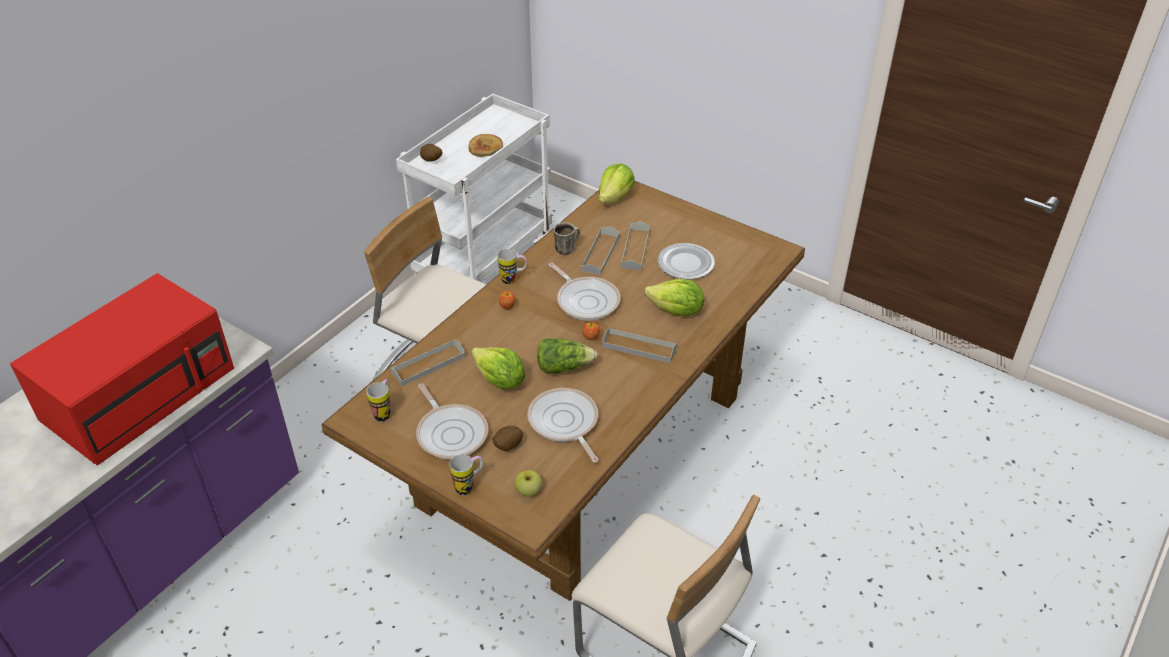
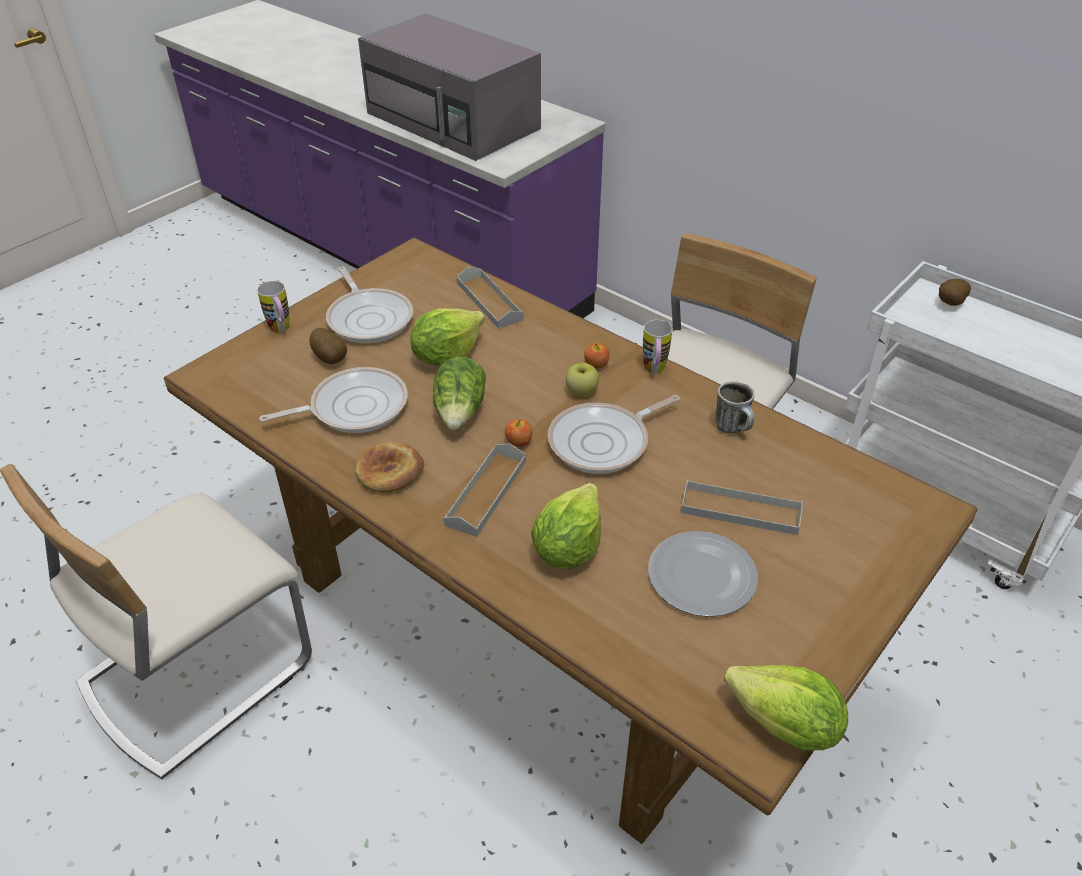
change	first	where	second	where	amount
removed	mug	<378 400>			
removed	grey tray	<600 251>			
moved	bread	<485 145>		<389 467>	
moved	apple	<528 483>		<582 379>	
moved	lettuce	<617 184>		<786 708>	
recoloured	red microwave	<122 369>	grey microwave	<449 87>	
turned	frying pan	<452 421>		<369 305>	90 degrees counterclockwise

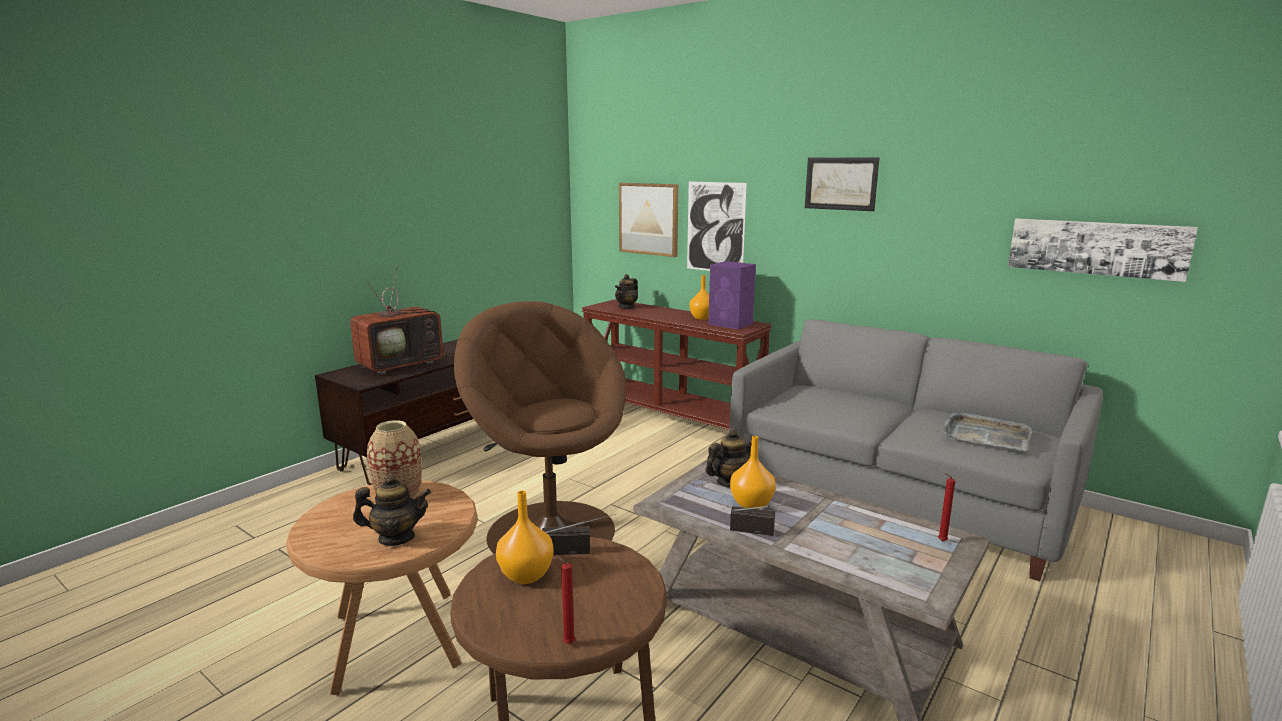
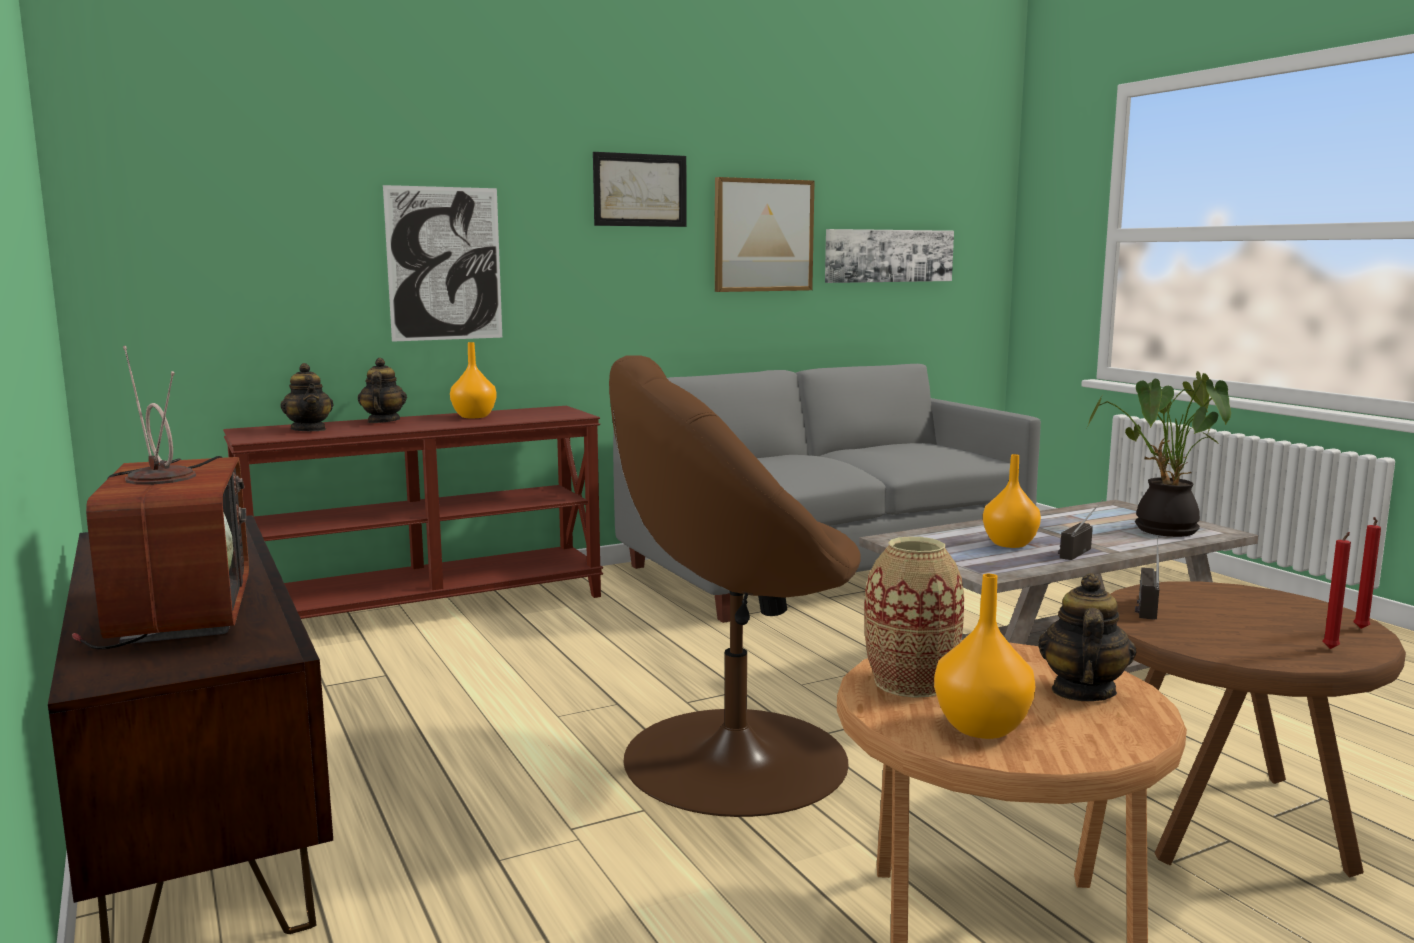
change	first	where	second	where	amount
removed	purple speaker	<732 295>			
removed	grey tray	<987 430>			
added			potted plant	<1159 454>	
moved	orange vase	<524 537>		<984 656>	
moved	picture	<648 220>		<765 234>	
moved	teapot	<729 458>		<382 390>	
moved	red candle	<946 507>		<1336 590>	

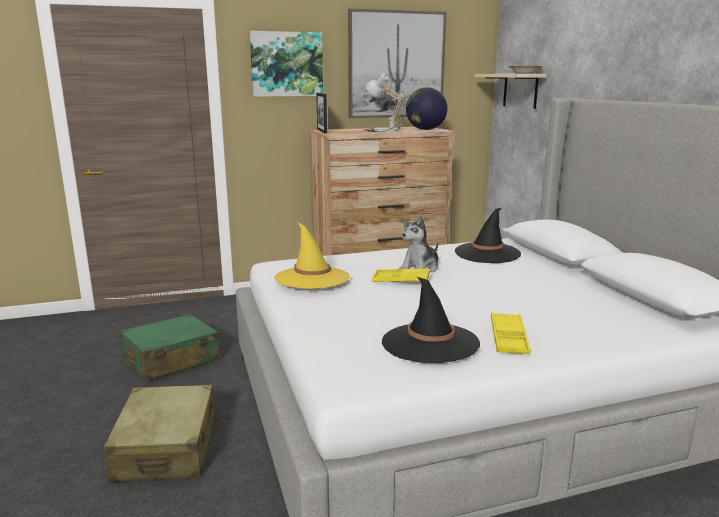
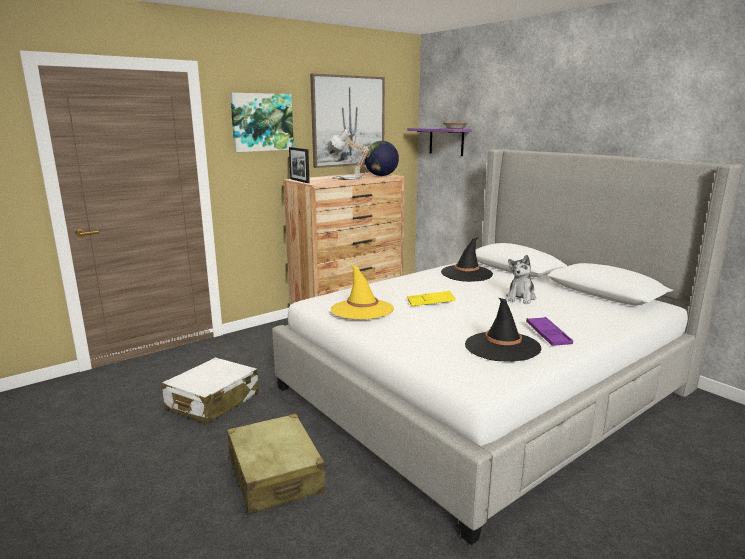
change	first	where	second	where	amount
moved	plush toy	<419 244>		<521 279>	
recoloured	green suitcase	<169 347>	white suitcase	<210 390>	
recoloured	beige shelf	<510 91>	purple shelf	<439 142>	
recoloured	yellow tray	<510 333>	purple tray	<549 331>	

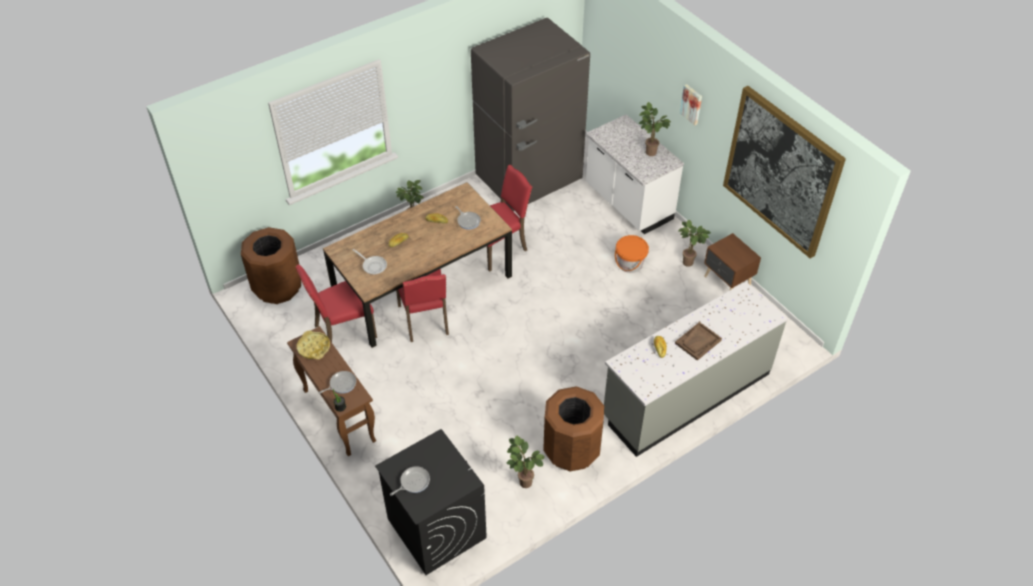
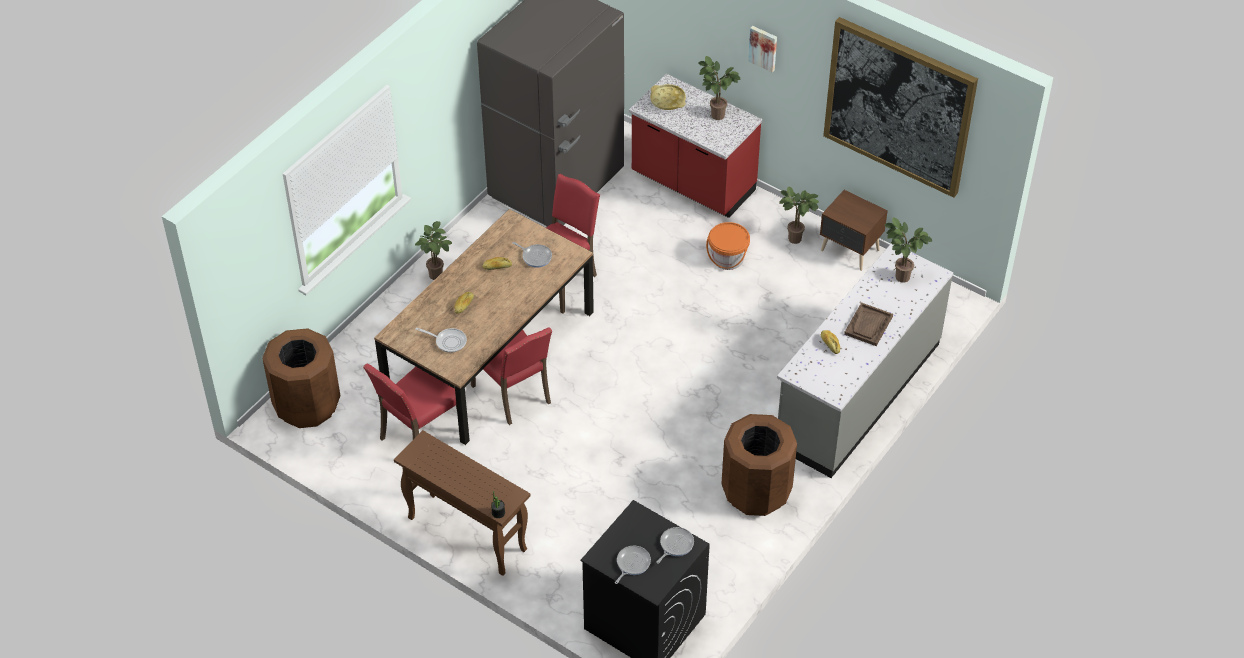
change	first	where	second	where	amount
moved	yellow tray	<313 345>		<668 97>	
moved	frying pan	<337 382>		<675 545>	
moved	potted plant	<525 462>		<908 250>	
recoloured	white counter	<635 174>	red counter	<695 146>	

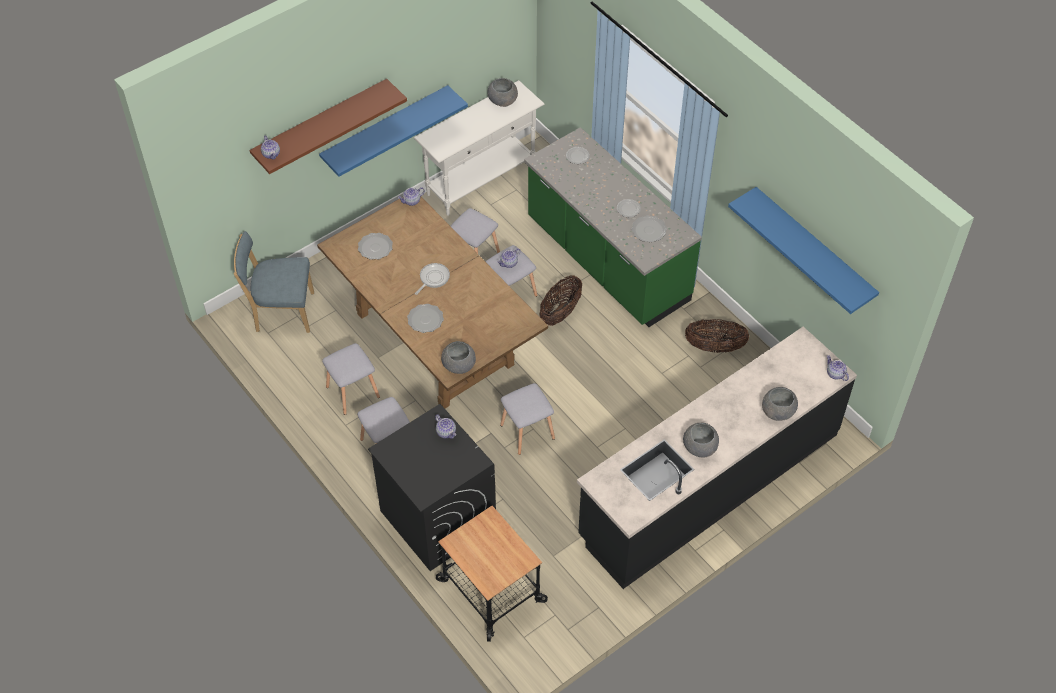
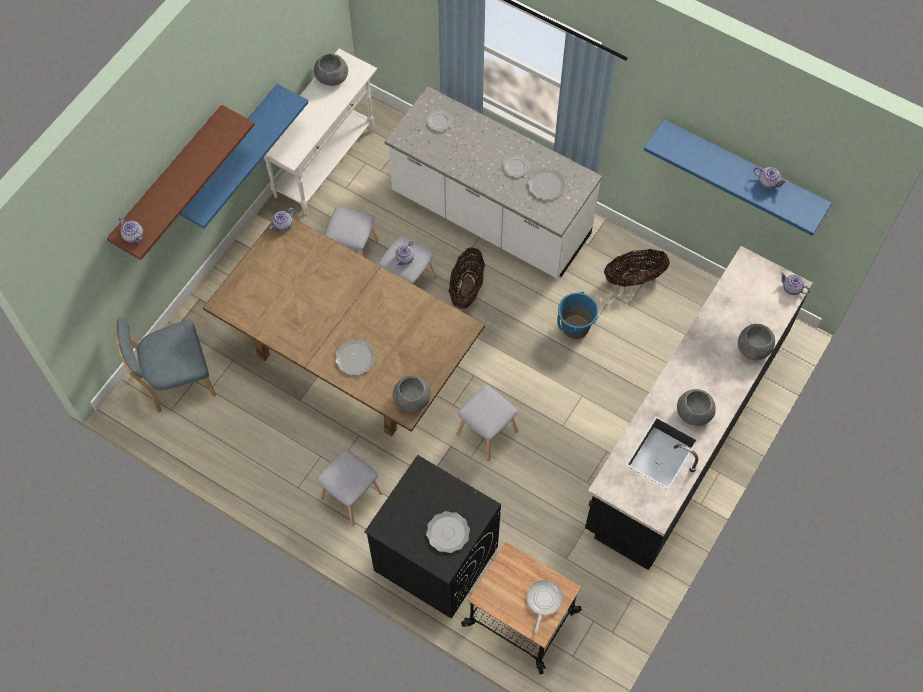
change	first	where	second	where	amount
removed	grey stool	<351 379>			
added			blue bucket	<577 315>	
moved	plate	<375 246>		<448 532>	
moved	frying pan	<432 279>		<545 606>	
moved	teapot	<445 426>		<771 178>	
recoloured	green counter	<613 227>	white counter	<493 182>	

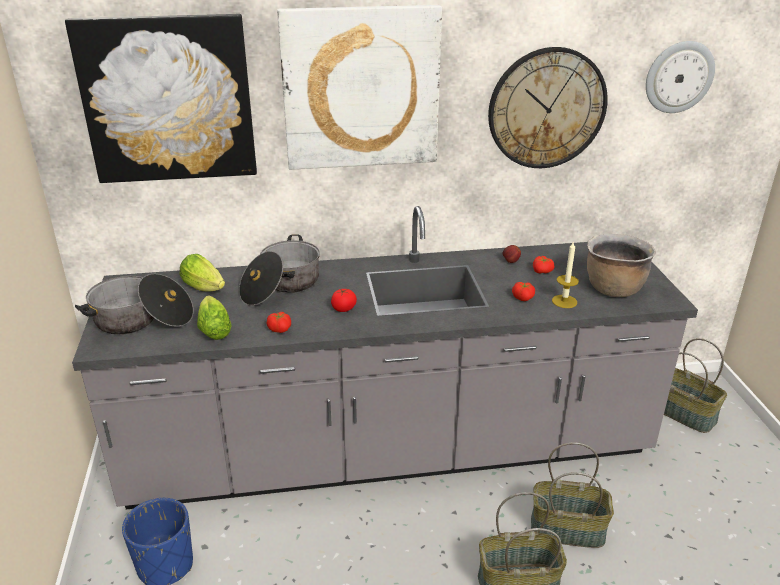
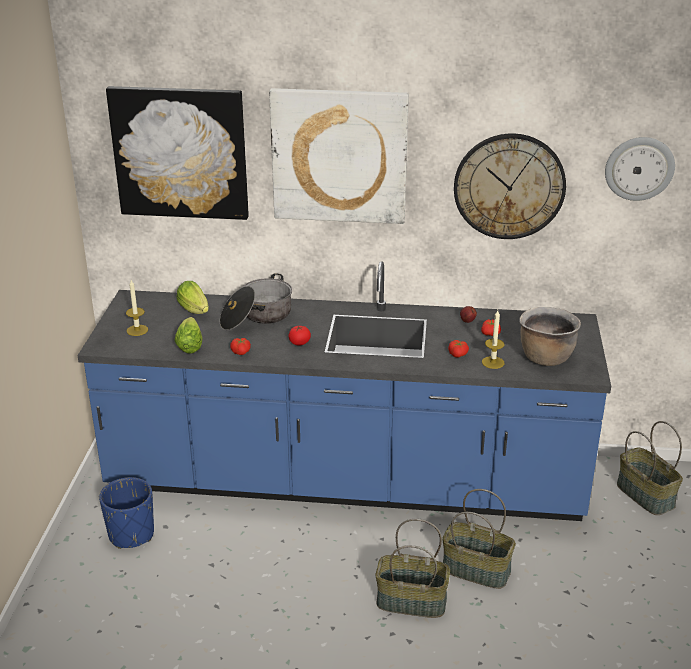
change	first	where	second	where	amount
replaced	cooking pot	<134 304>	candle	<137 308>	
recoloured	grey counter	<385 357>	blue counter	<344 391>	

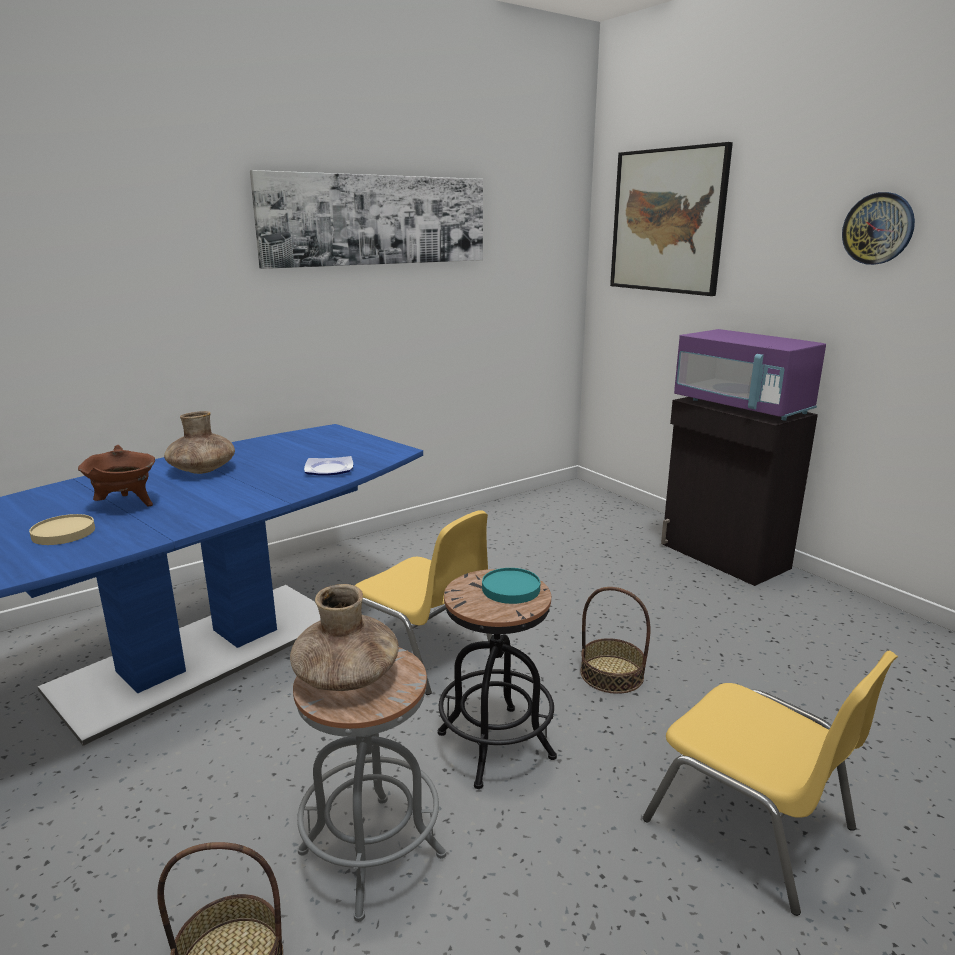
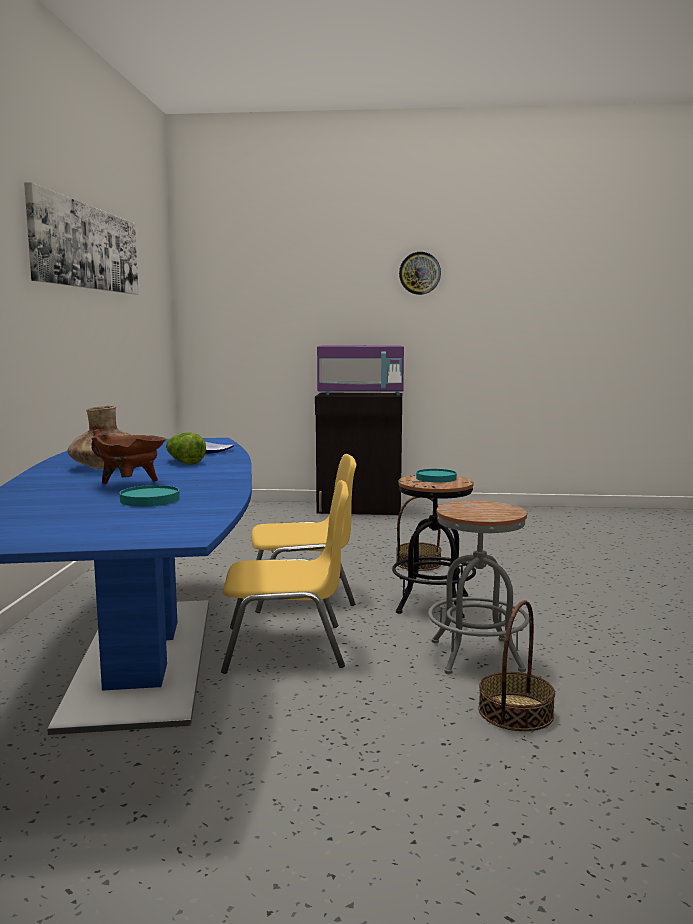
change	first	where	second	where	amount
removed	brown vase	<344 637>			
removed	picture	<671 219>			
added			lettuce	<186 448>	
moved	yellow chair	<770 783>		<285 577>	
recoloured	beige plate	<62 529>	turquoise plate	<150 495>	

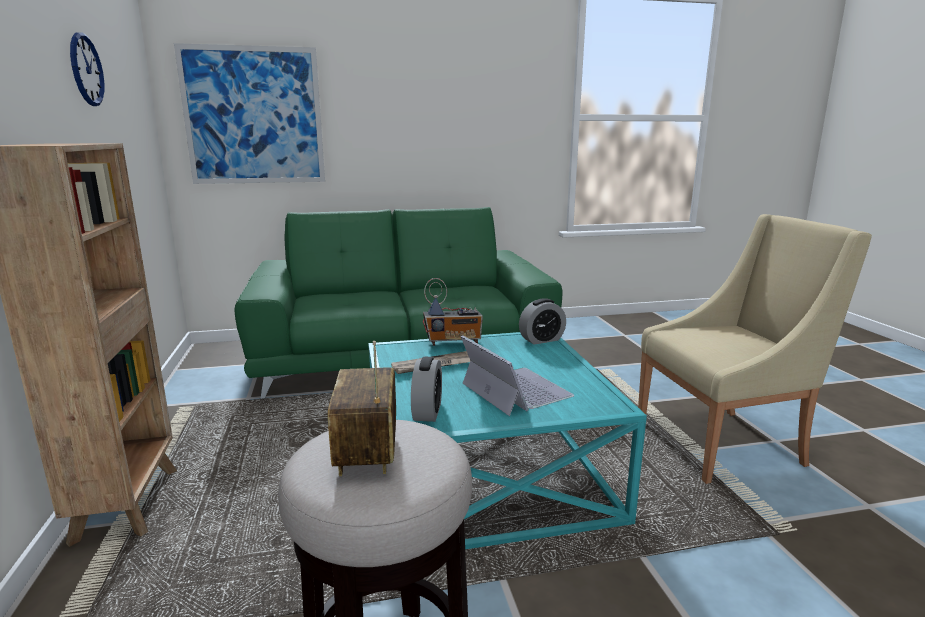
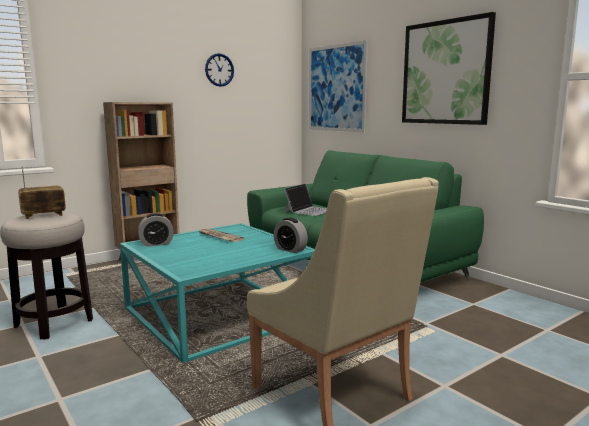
change	first	where	second	where	amount
removed	radio	<453 312>			
added			picture	<449 68>	
moved	laptop	<517 375>		<305 199>	

